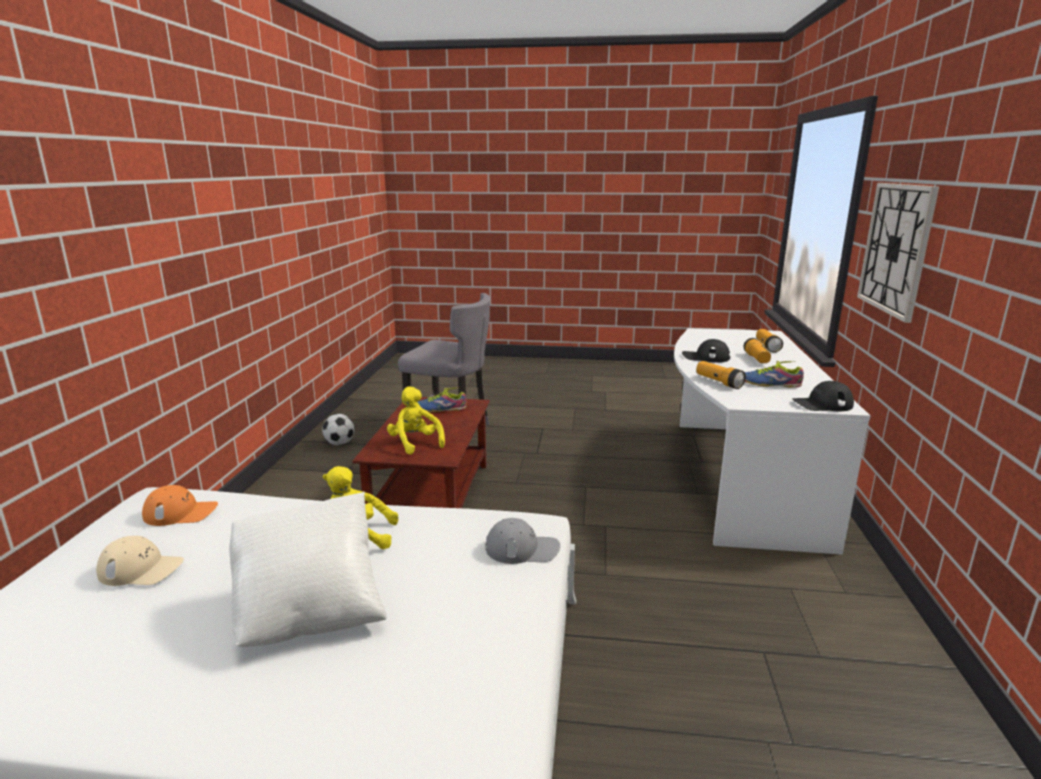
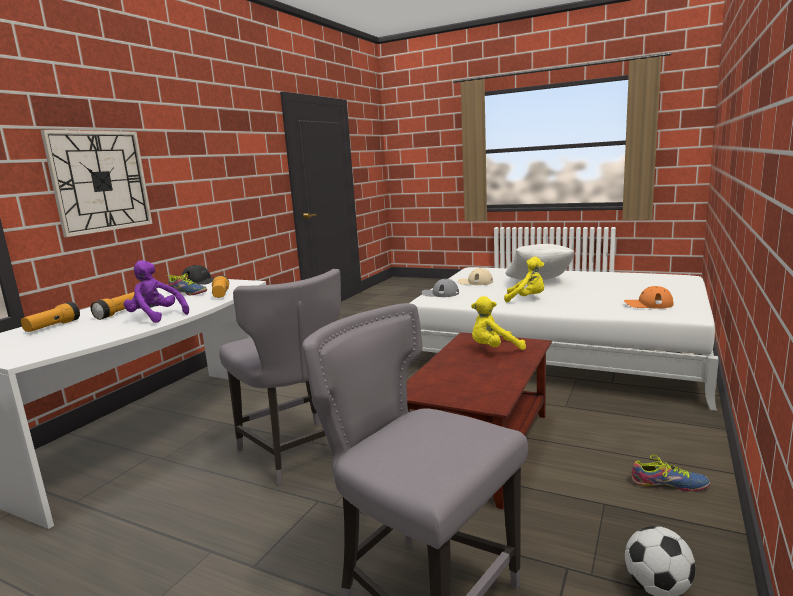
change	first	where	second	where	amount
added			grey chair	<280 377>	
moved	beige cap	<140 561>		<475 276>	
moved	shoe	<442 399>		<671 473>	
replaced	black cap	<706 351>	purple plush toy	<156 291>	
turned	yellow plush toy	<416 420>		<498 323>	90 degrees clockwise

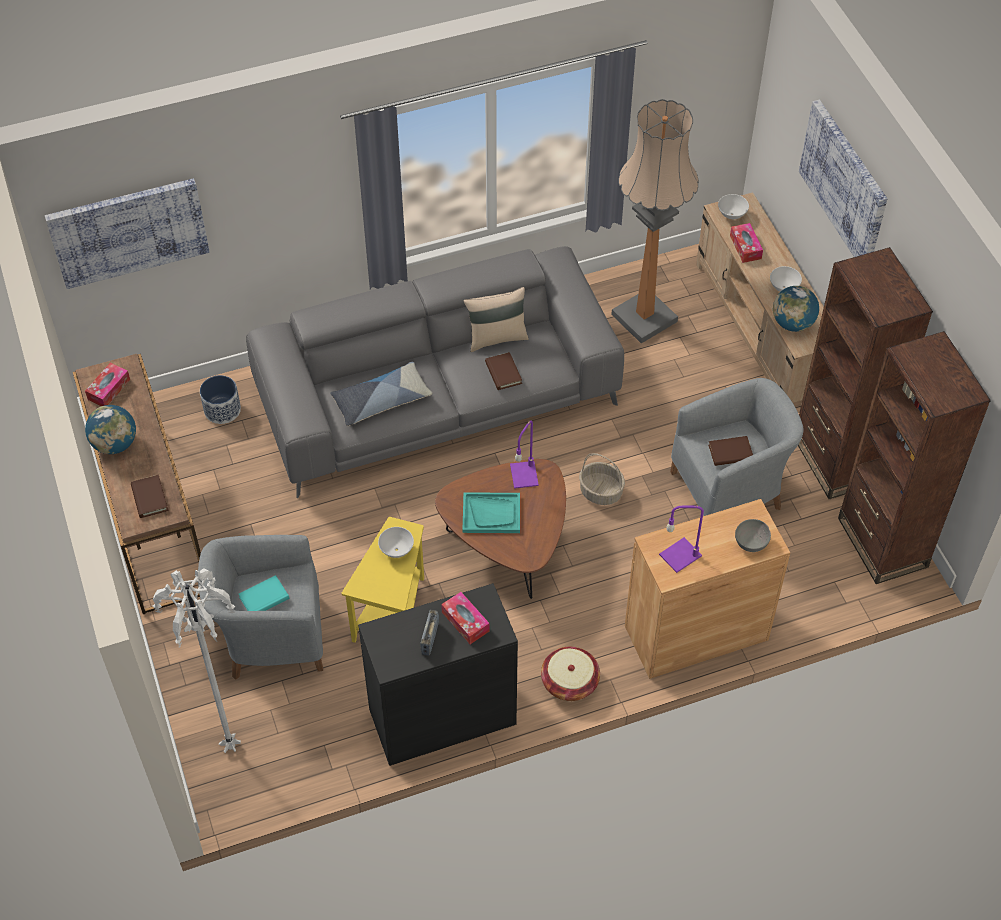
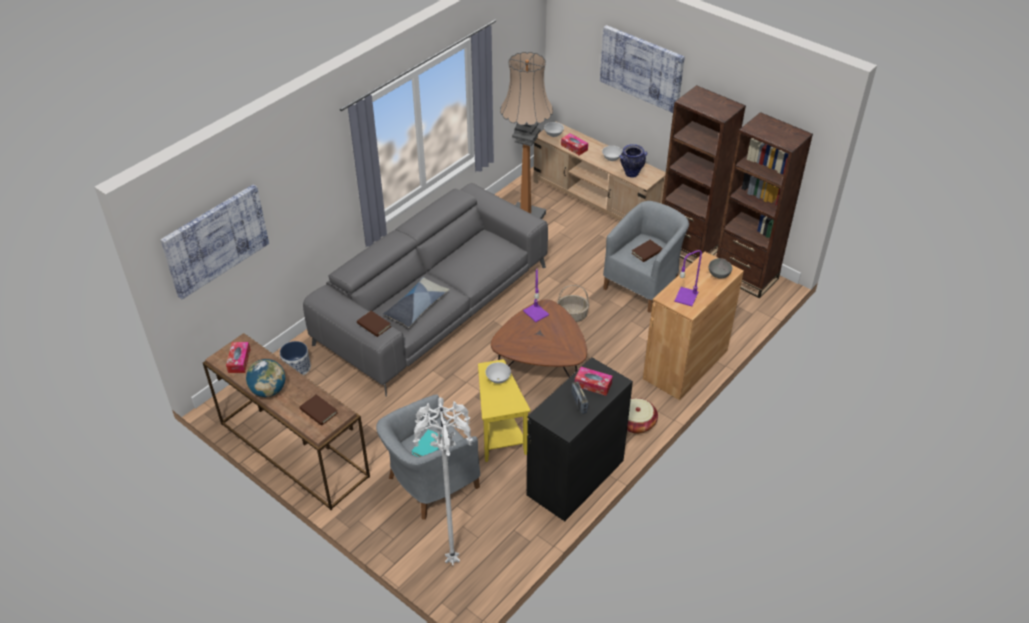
change	first	where	second	where	amount
removed	turquoise tray	<491 512>			
removed	beige pillow	<496 319>			
moved	brown book	<503 371>		<374 324>	
replaced	globe	<796 309>	vase	<633 161>	

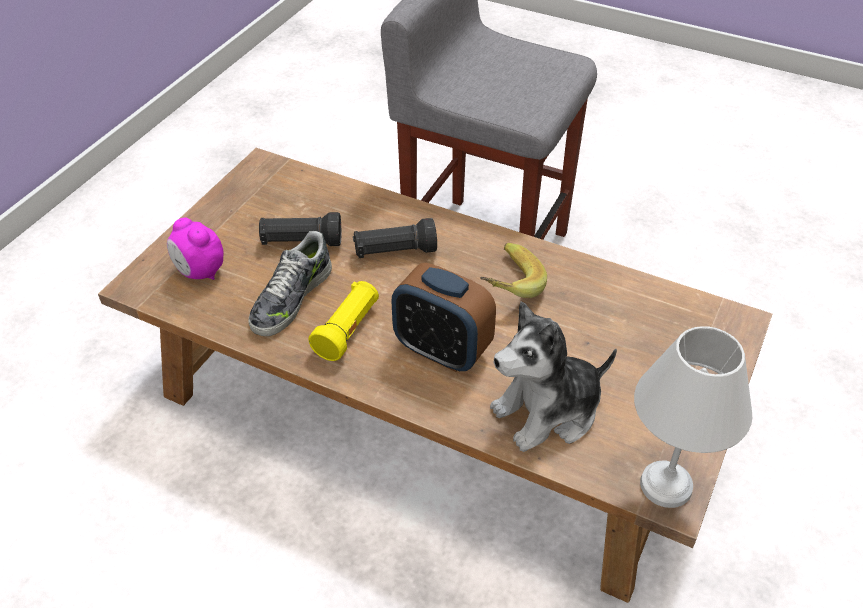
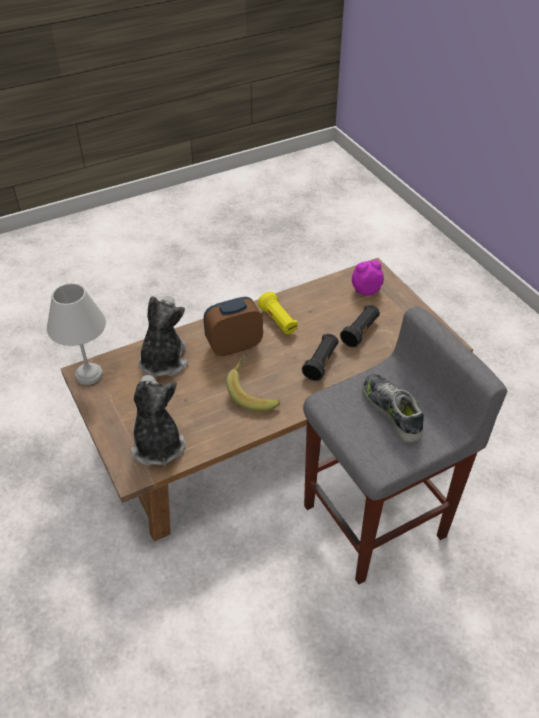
change	first	where	second	where	amount
added			plush toy	<158 420>	
moved	shoe	<290 283>		<393 408>	

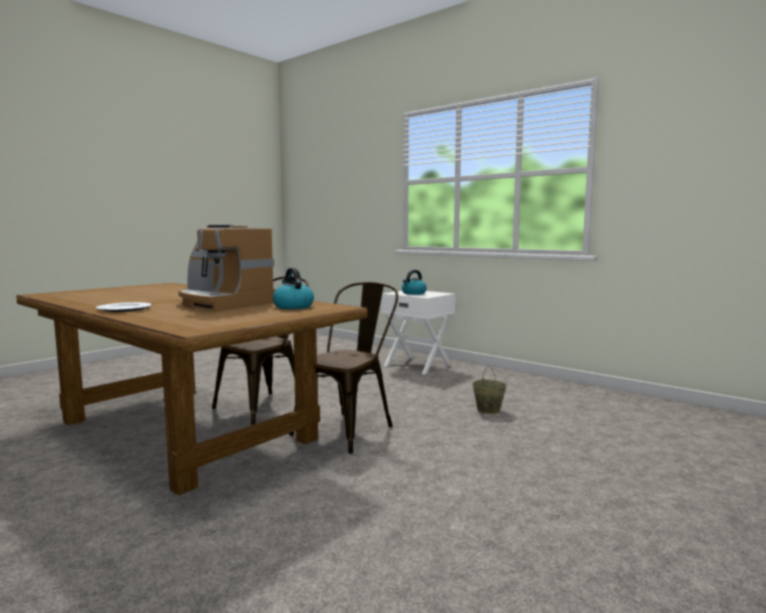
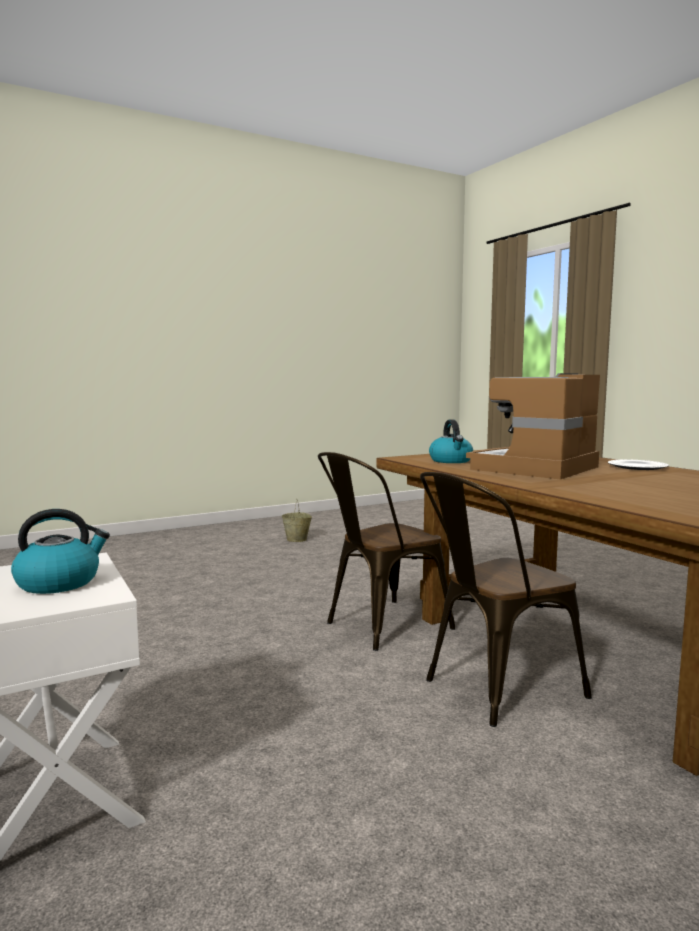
change	first	where	second	where	amount
moved	beige bucket	<489 389>		<297 520>	
turned	coffee machine	<227 268>		<533 426>	105 degrees counterclockwise

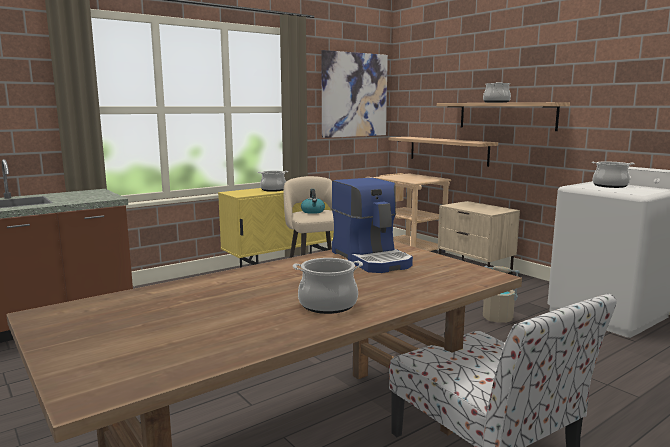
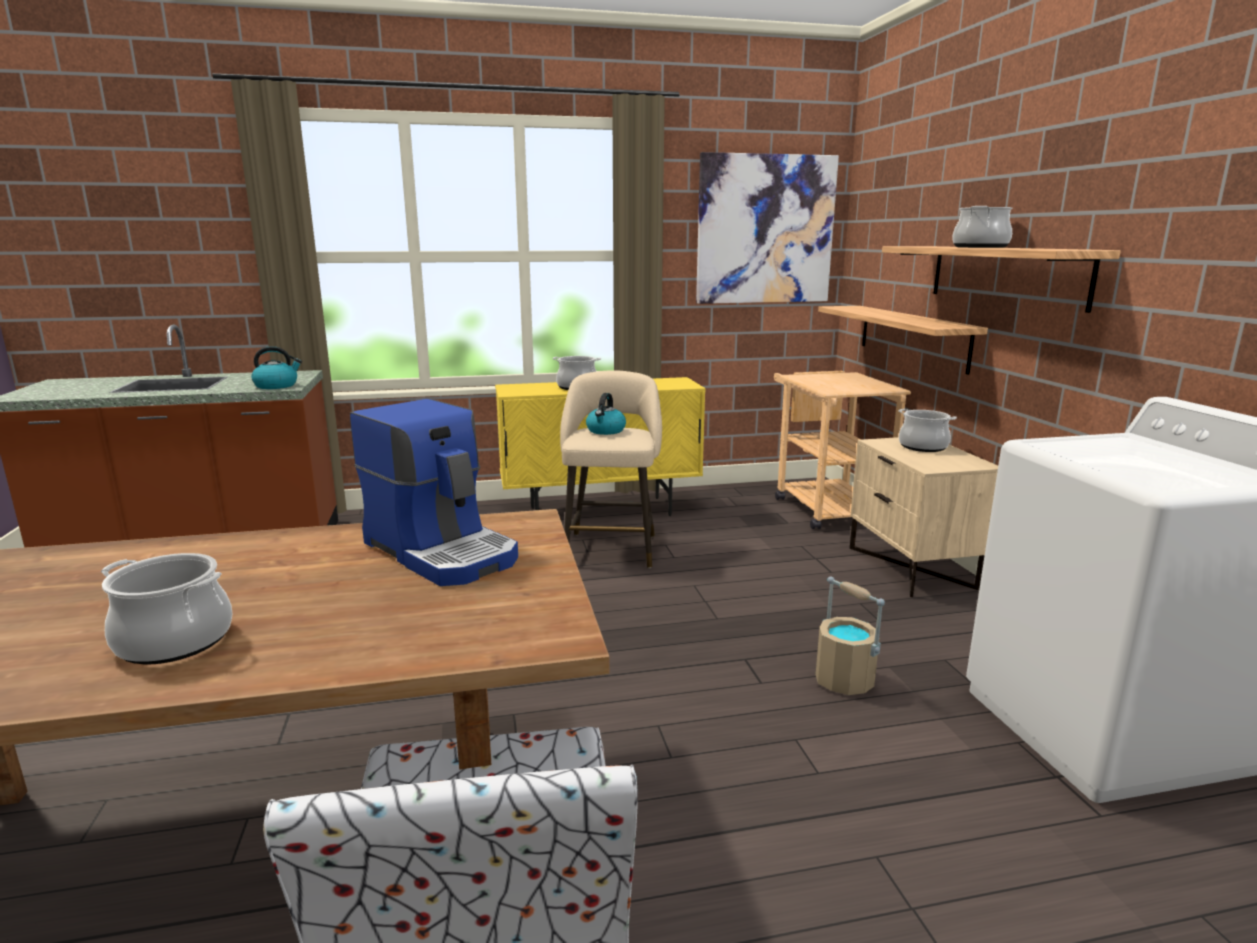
change	first	where	second	where	amount
added			kettle	<276 367>	
moved	cooking pot	<613 175>		<928 430>	
turned	coffee machine	<372 225>		<434 492>	45 degrees counterclockwise

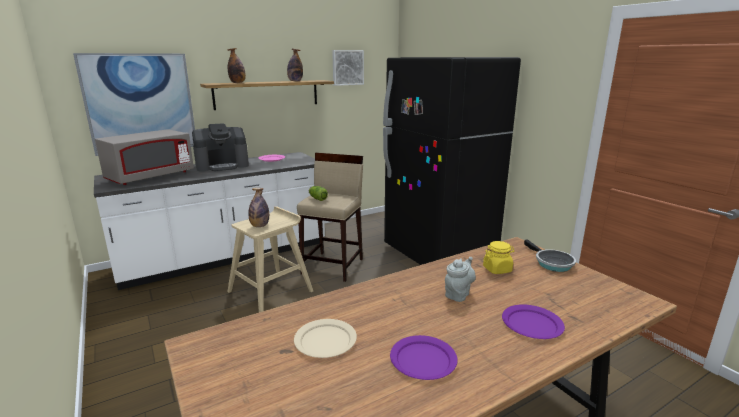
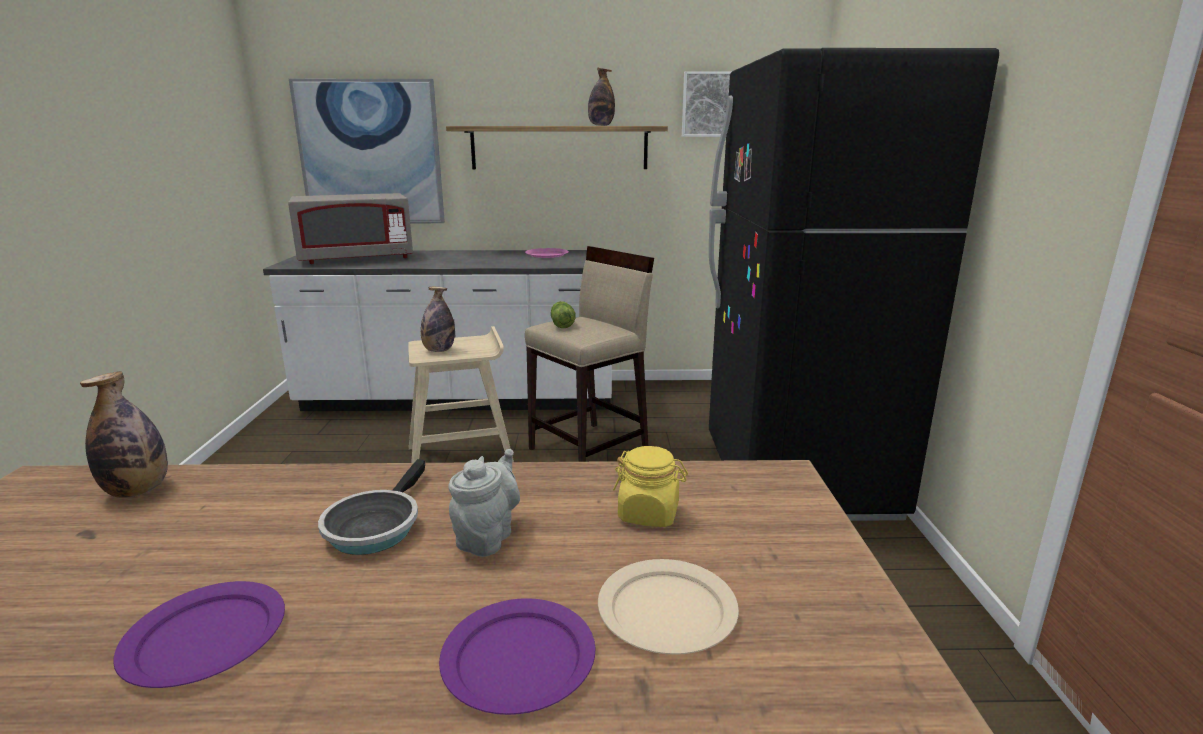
change	first	where	second	where	amount
removed	coffee machine	<220 147>			
moved	bottle	<236 65>		<124 434>	
moved	beige plate	<325 338>		<668 607>	
moved	frying pan	<550 255>		<371 507>	
turned	grey teapot	<460 279>		<484 503>	45 degrees counterclockwise

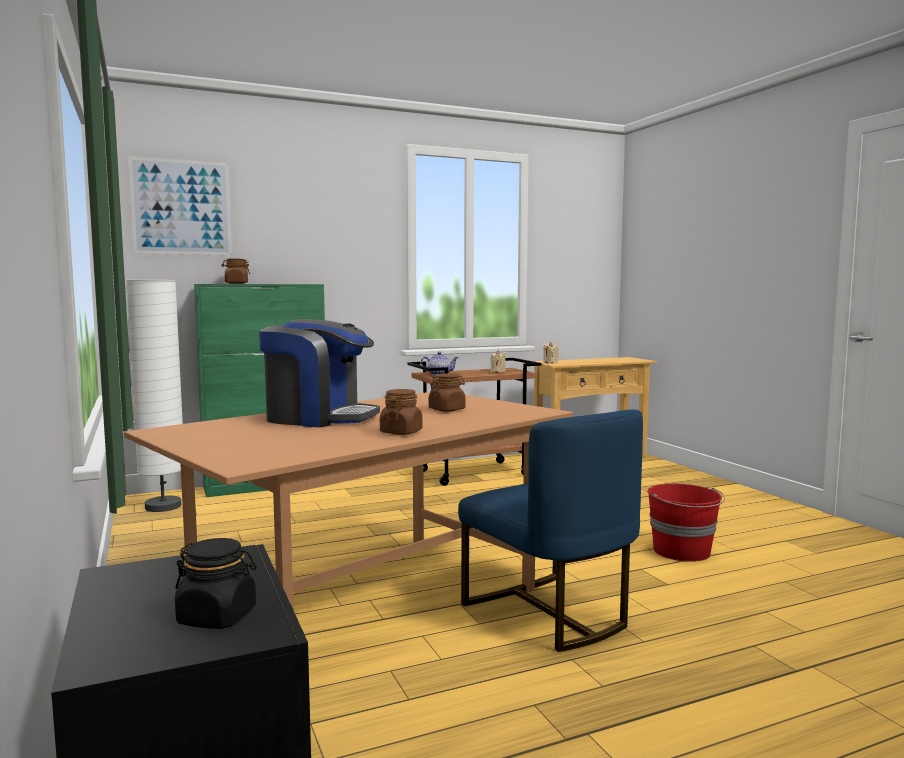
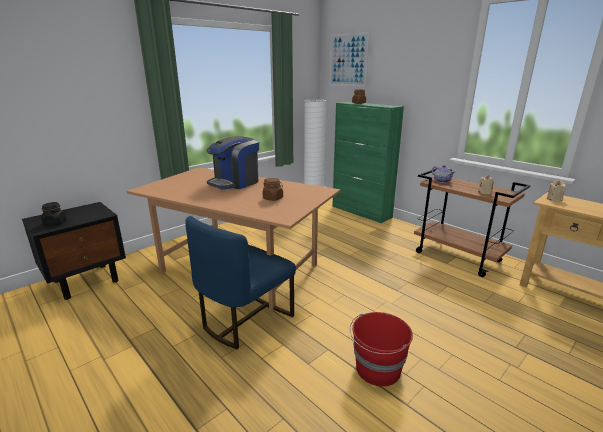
change	first	where	second	where	amount
removed	brown jar	<401 412>			
turned	coffee machine	<319 373>		<233 163>	45 degrees clockwise

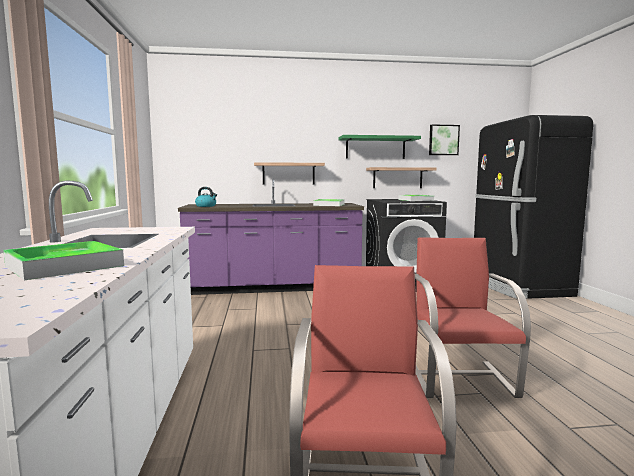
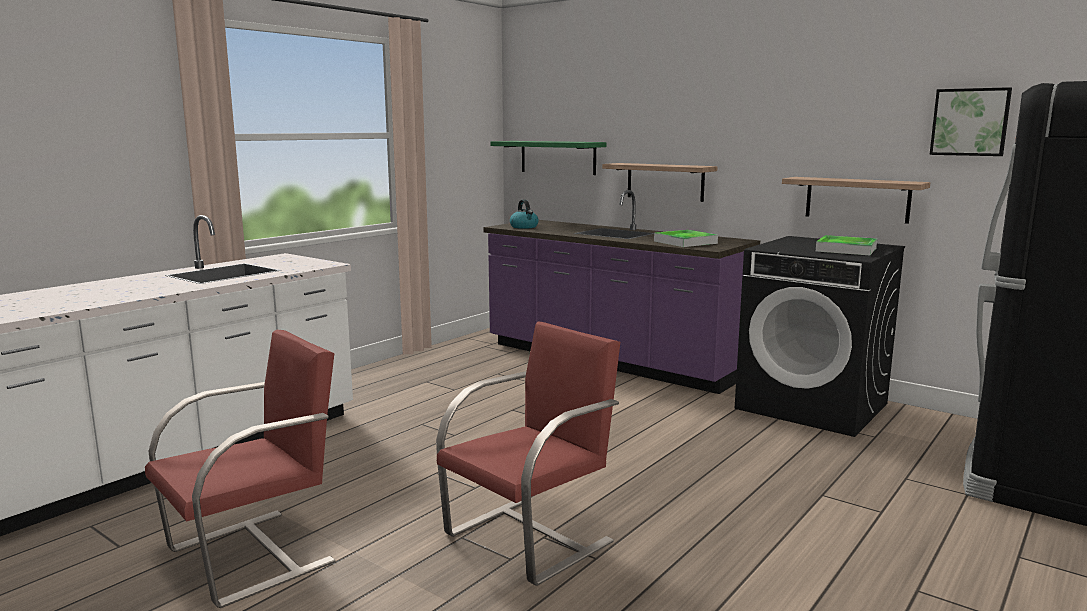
change	first	where	second	where	amount
removed	tray	<63 260>			
moved	green shelf	<380 147>		<548 158>	

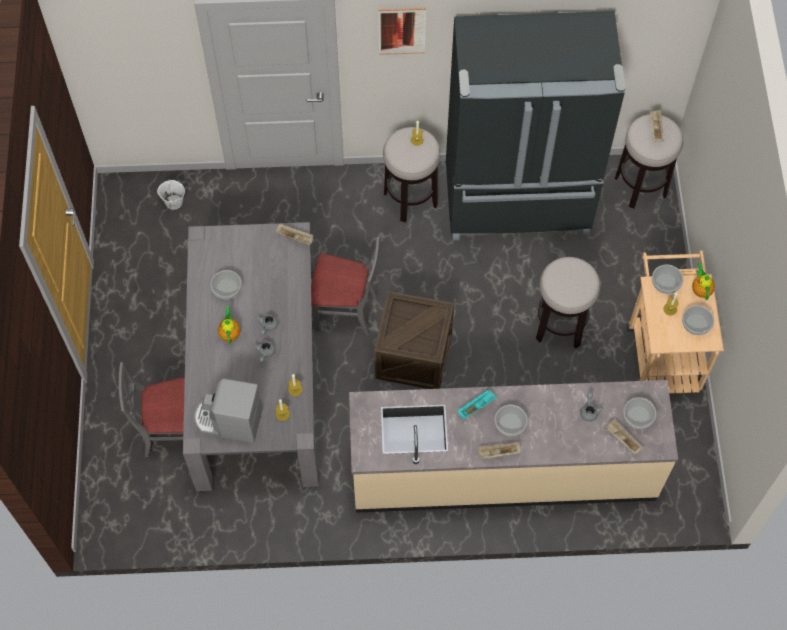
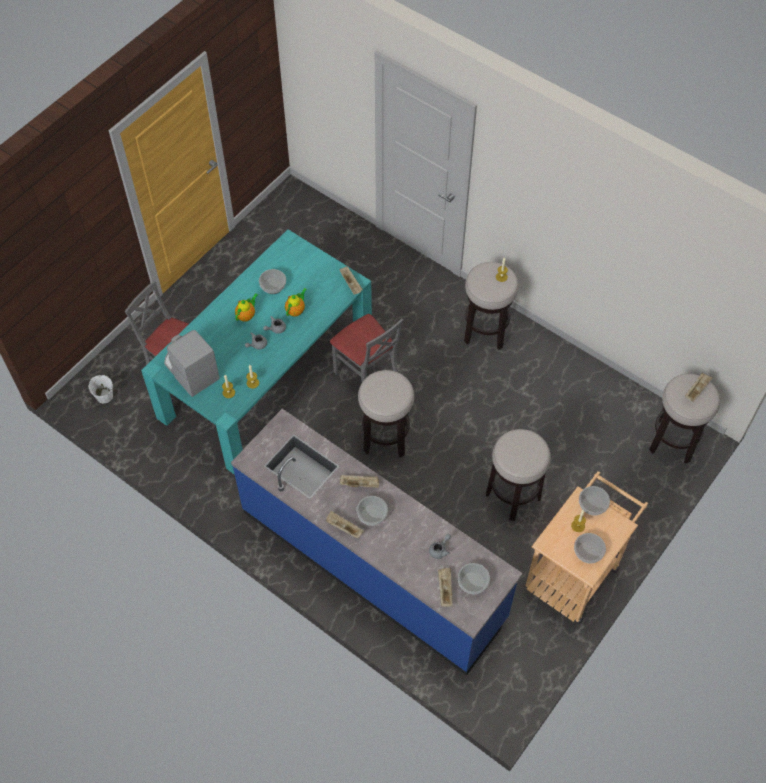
change	first	where	second	where	amount
removed	picture	<402 31>			
removed	black fridge	<536 125>			
moved	white bucket	<171 194>		<101 389>	
moved	teapot	<703 281>		<296 302>	
replaced	crate	<414 340>	stool	<386 414>	
recoloured	grey dining table	<251 356>	turquoise dining table	<256 352>	
recoloured	beige counter	<513 446>	blue counter	<377 542>	
recoloured	turquoise tray	<477 404>	beige tray	<359 481>	

